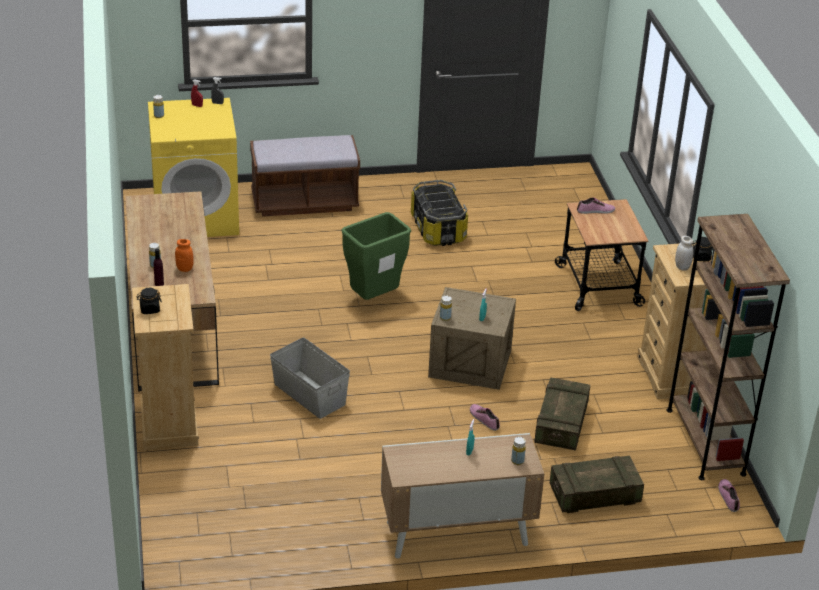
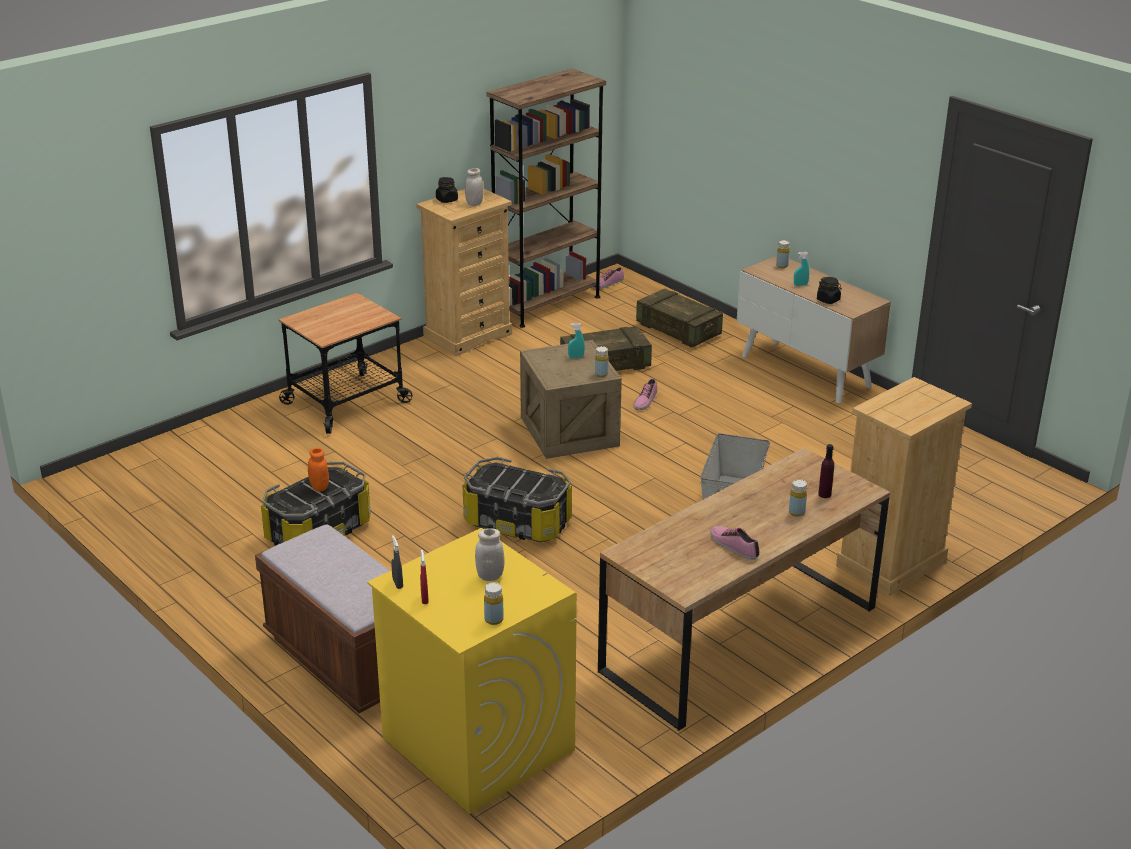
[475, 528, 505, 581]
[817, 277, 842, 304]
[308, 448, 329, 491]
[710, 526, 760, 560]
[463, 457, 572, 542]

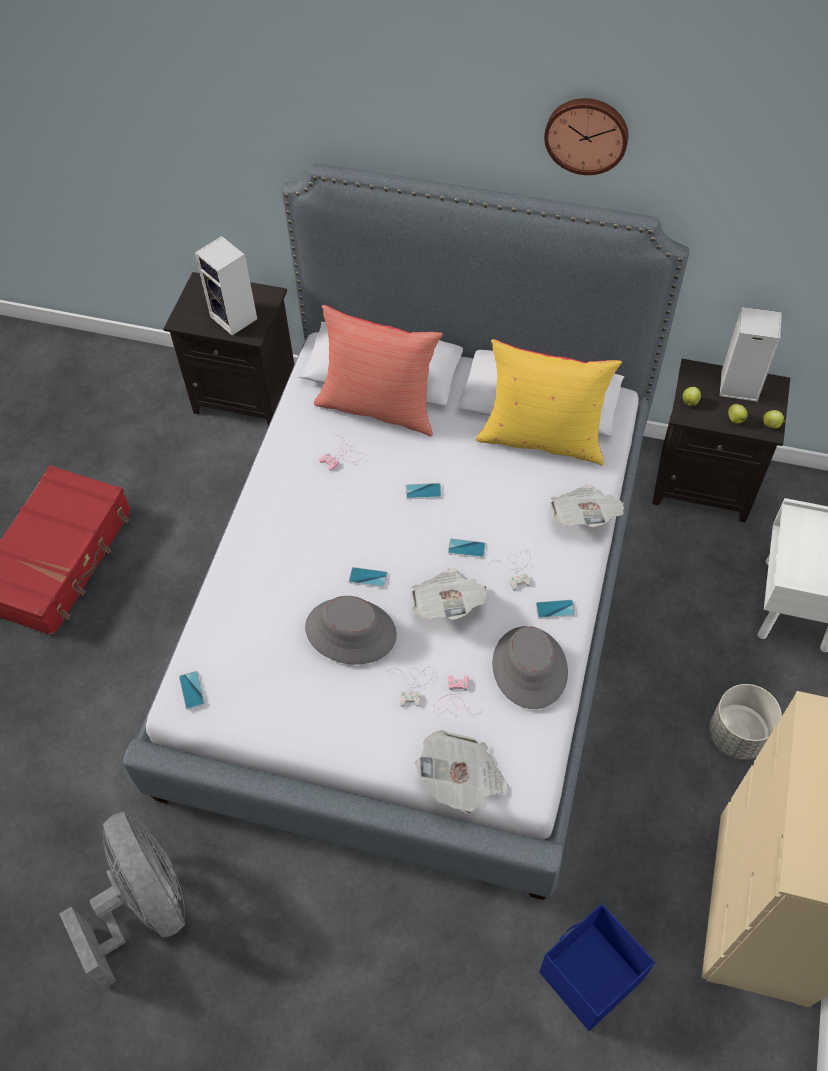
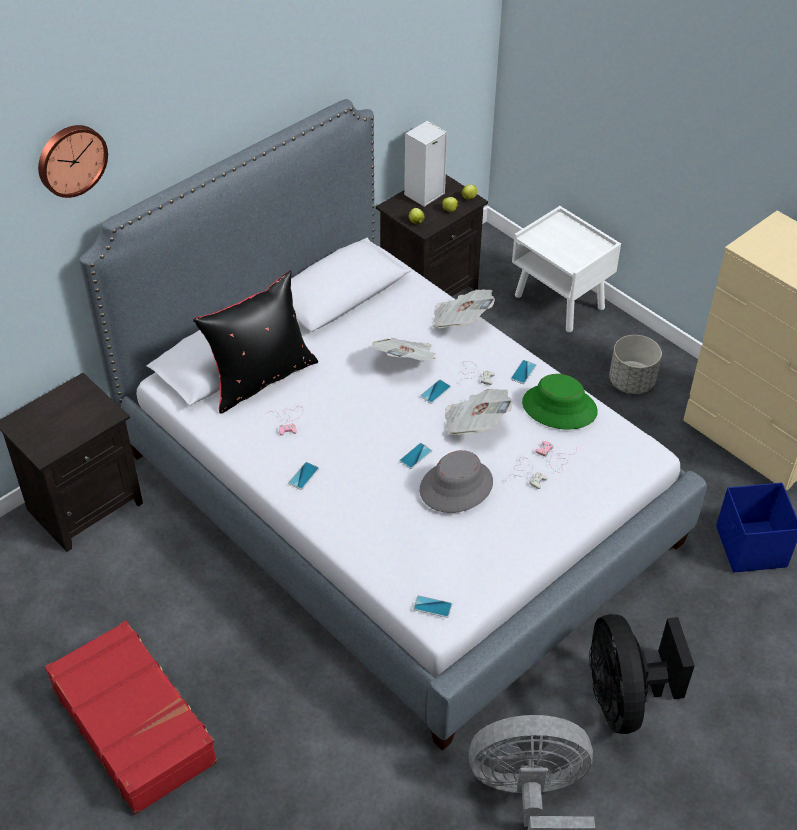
[195, 236, 257, 336] (first image)
[476, 339, 622, 466] (first image)
[589, 614, 695, 734]
[288, 462, 319, 490]
[372, 338, 436, 360]
[38, 125, 108, 198]
[193, 271, 318, 414]
[522, 374, 598, 430]

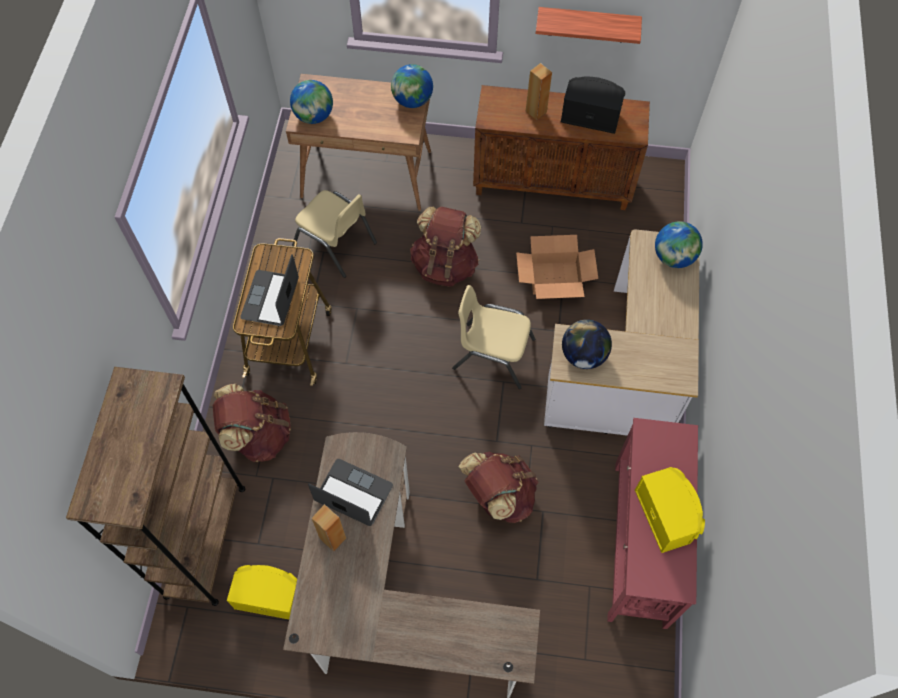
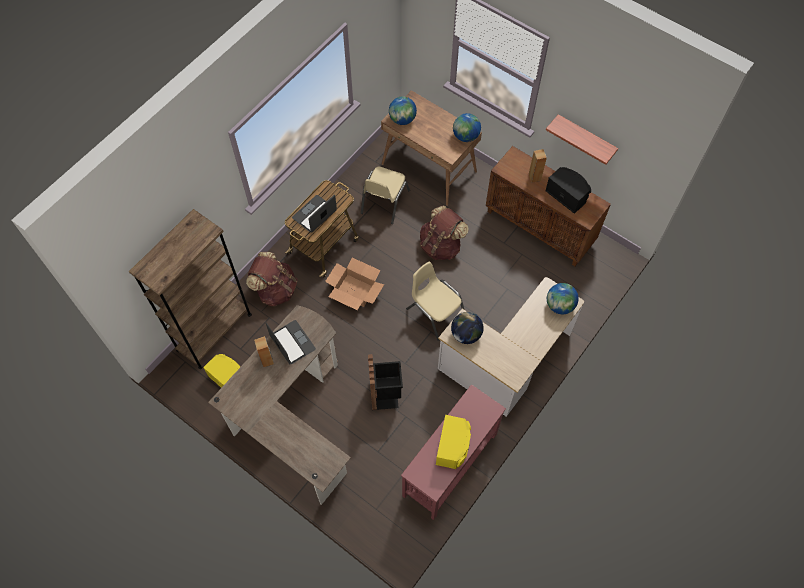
[325, 258, 384, 310]
[368, 354, 403, 410]
[361, 167, 410, 224]

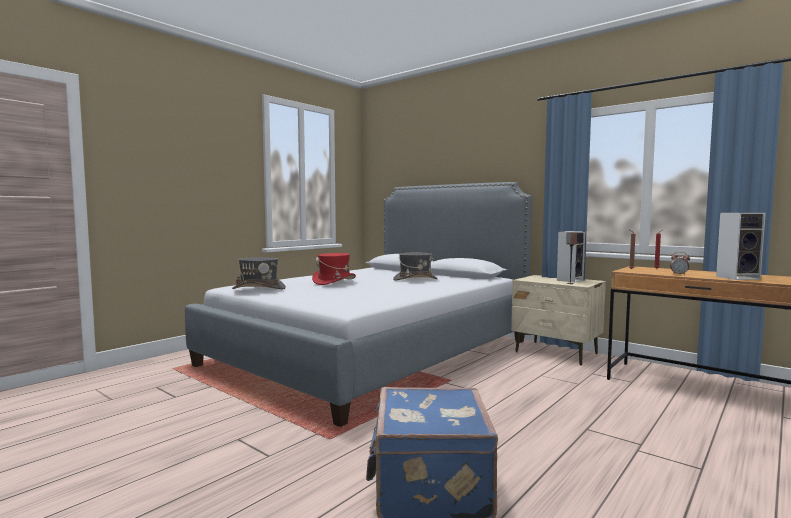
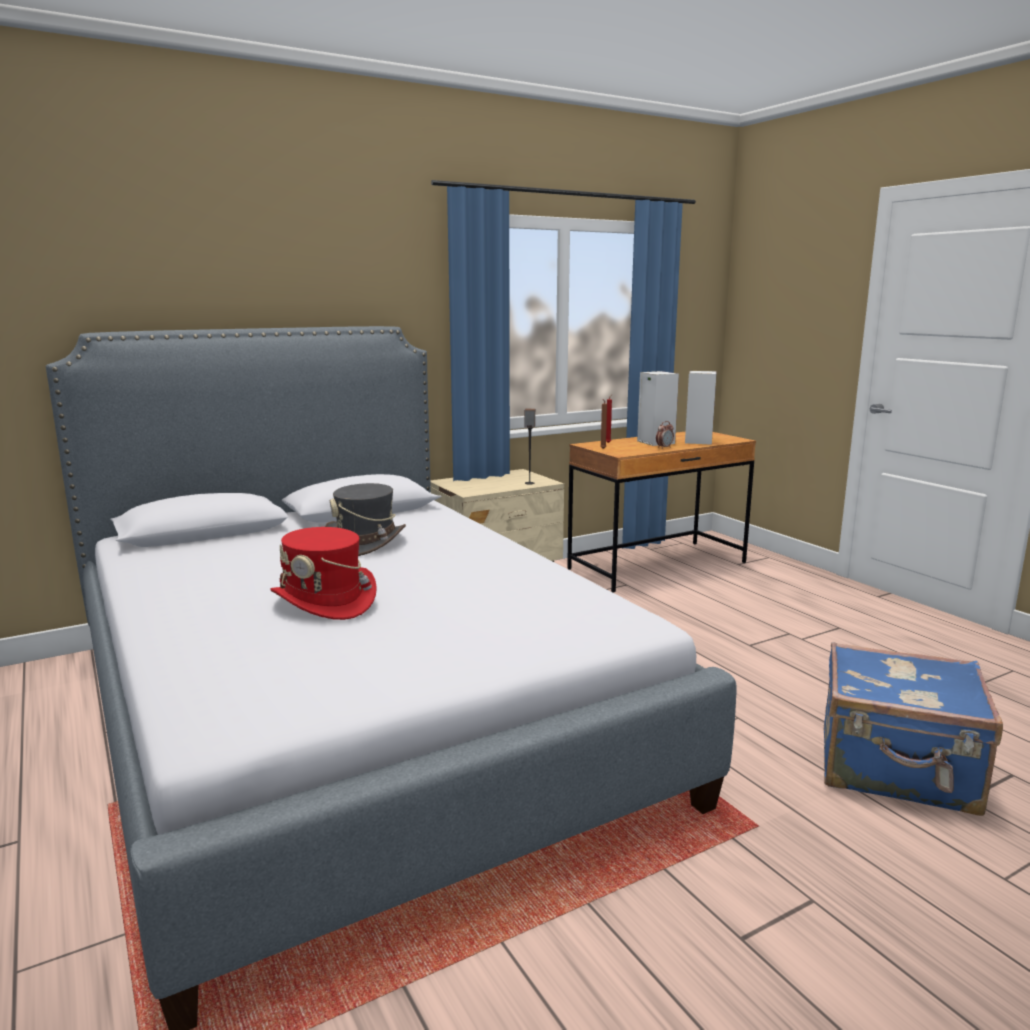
[232, 257, 286, 289] (first image)
[637, 371, 679, 446]

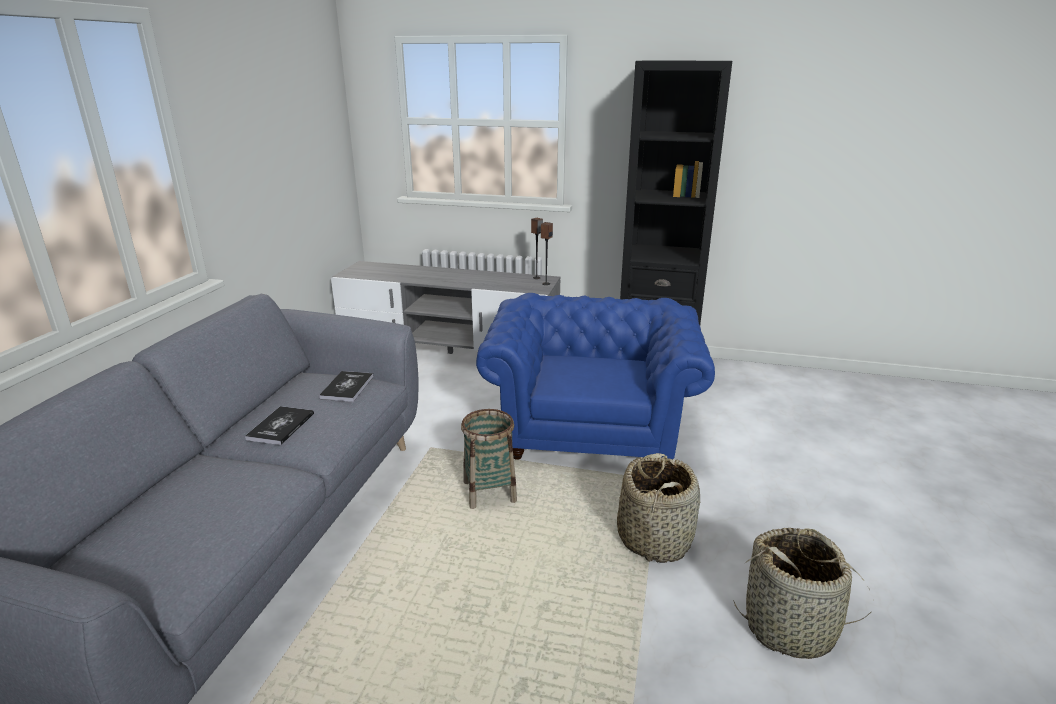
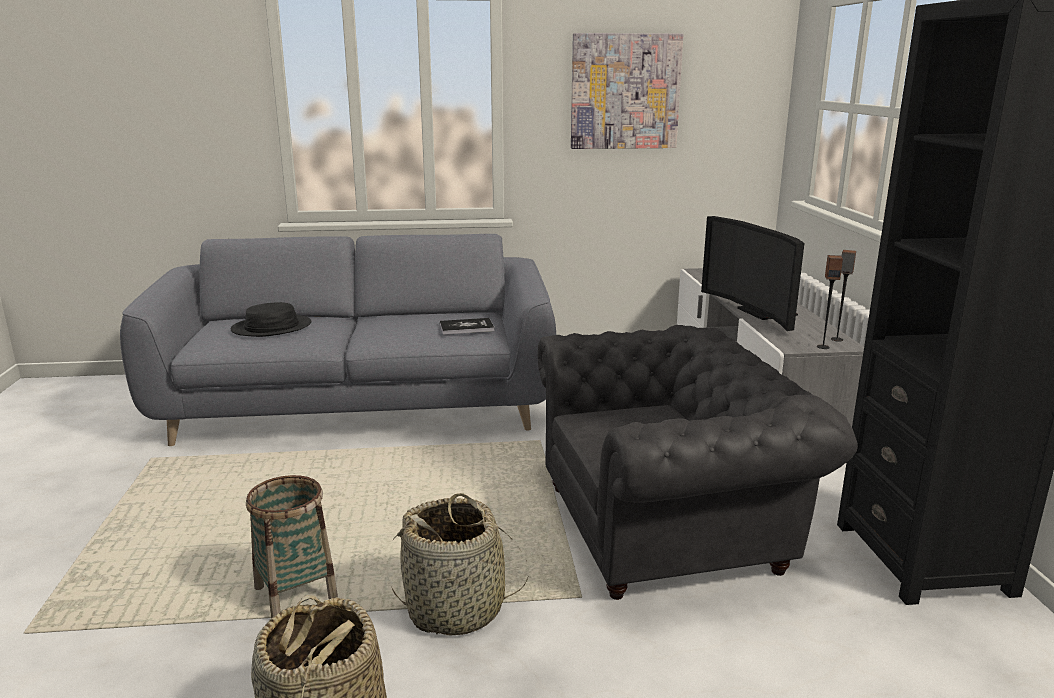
[245, 406, 314, 445] (first image)
[231, 302, 311, 337]
[571, 33, 684, 149]
[701, 216, 804, 331]
[246, 475, 338, 618]
[538, 325, 858, 600]

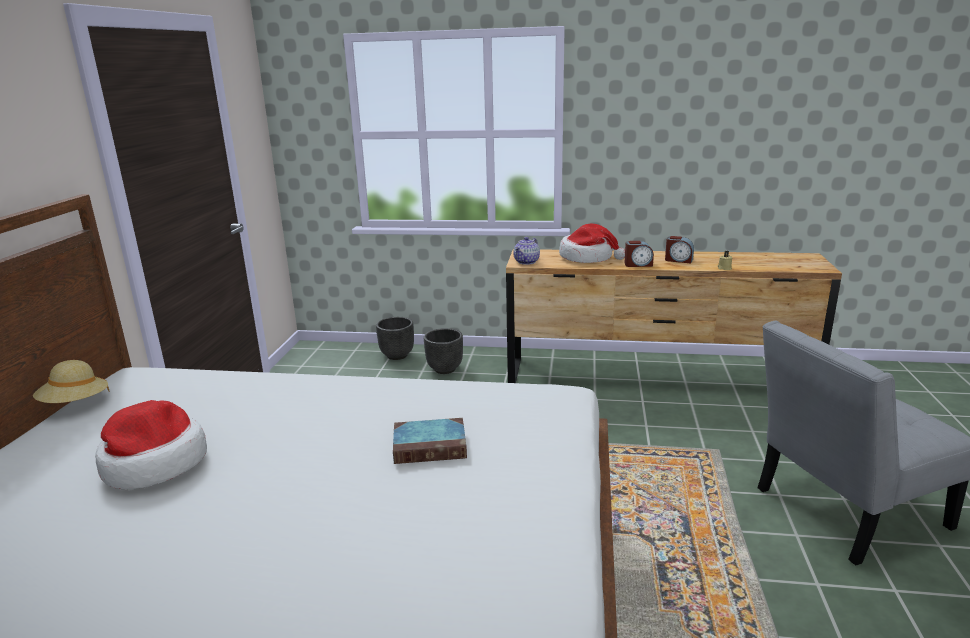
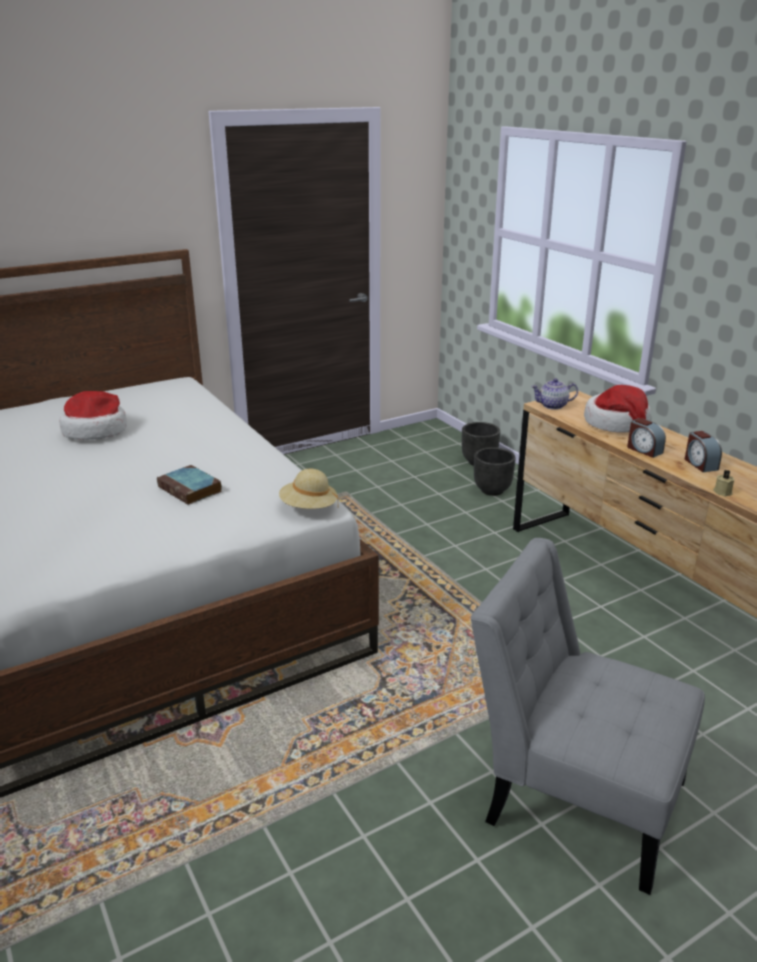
[279, 469, 338, 509]

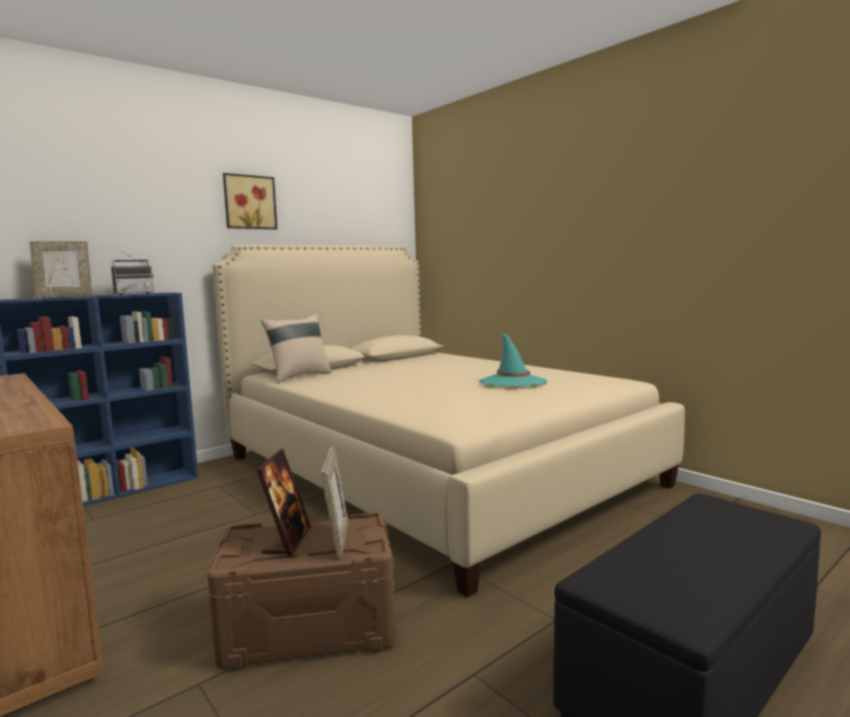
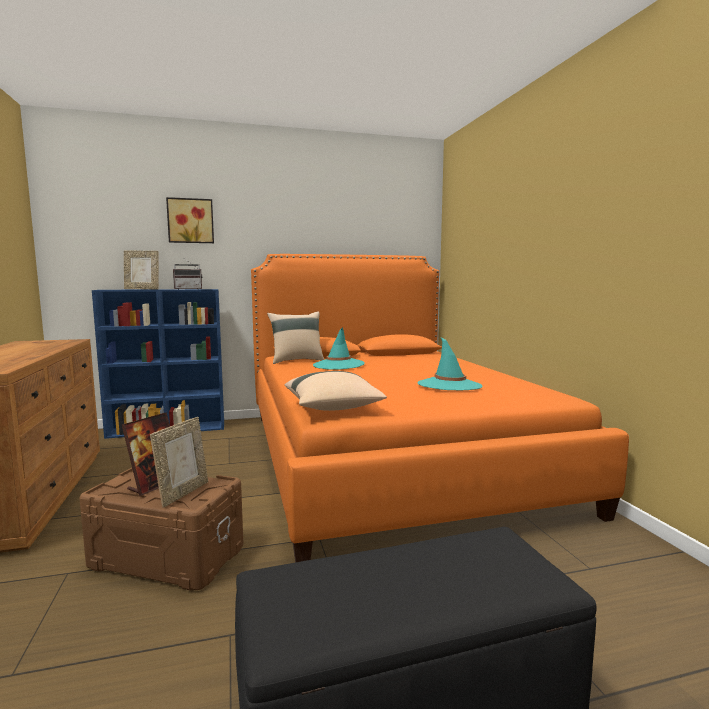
[285, 371, 387, 411]
[313, 328, 365, 370]
[166, 197, 214, 243]
[251, 254, 629, 562]

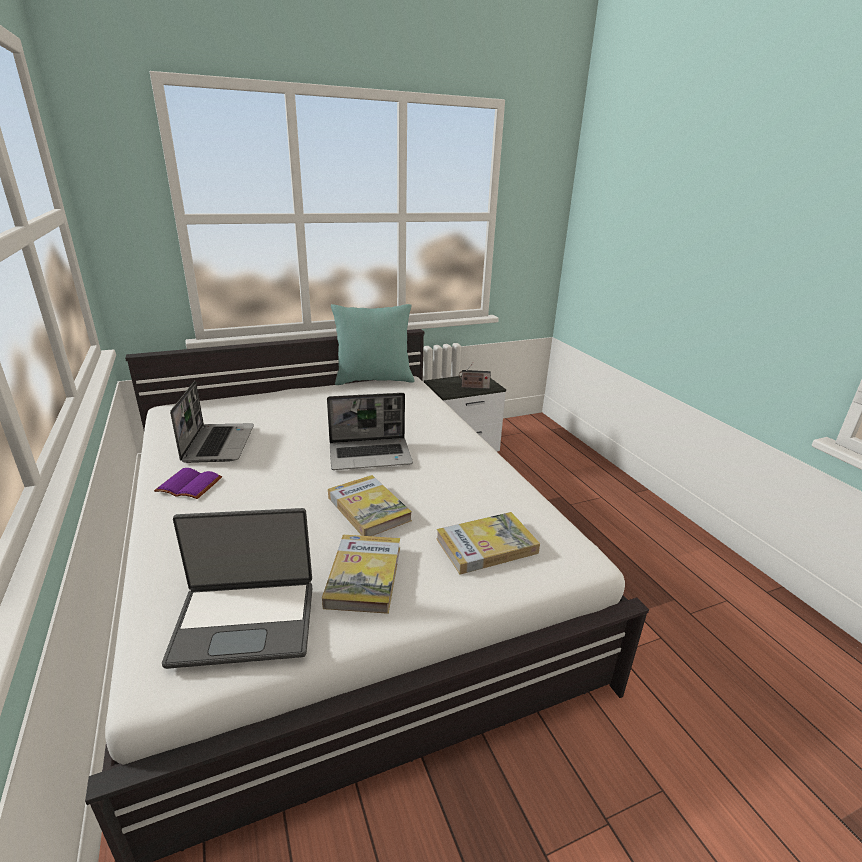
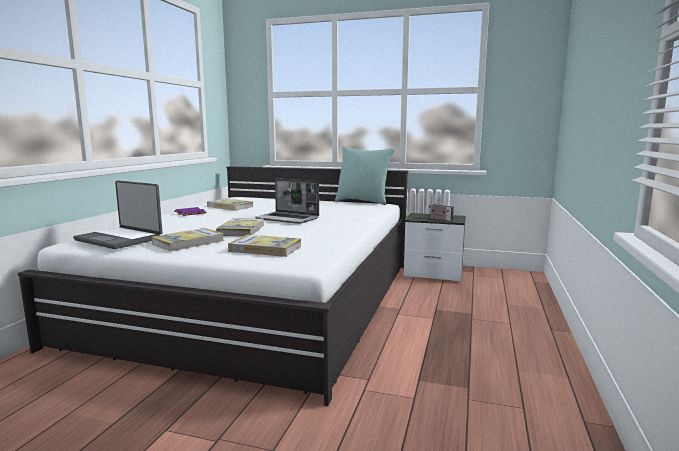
[207, 198, 253, 211]

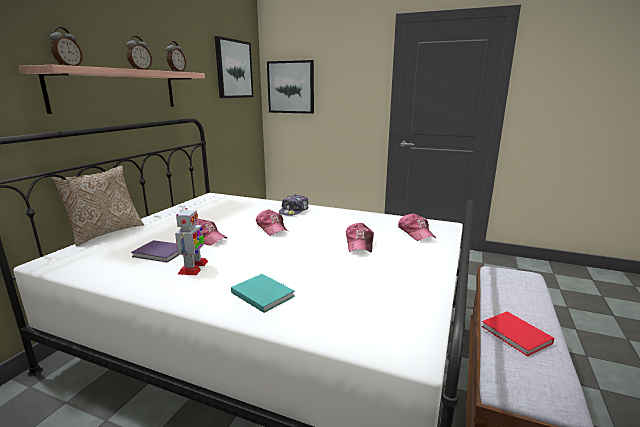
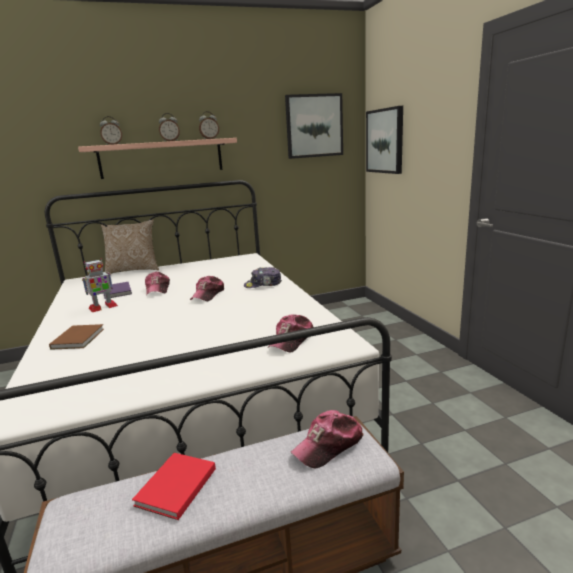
[290, 410, 364, 469]
[49, 324, 104, 350]

